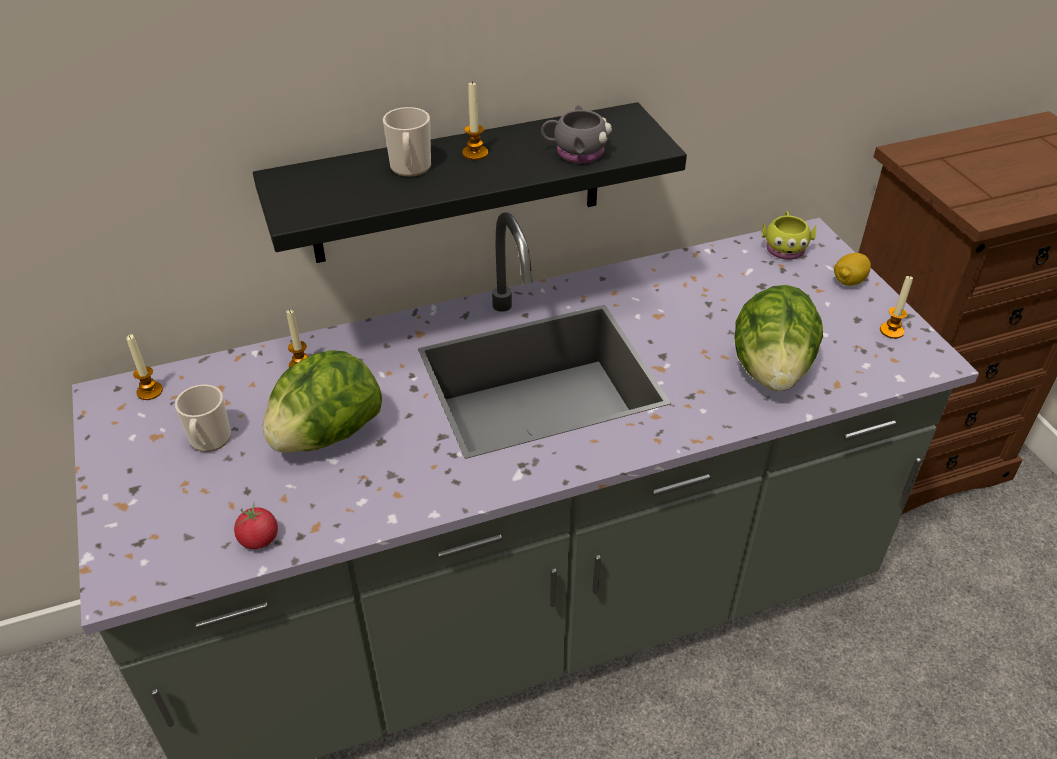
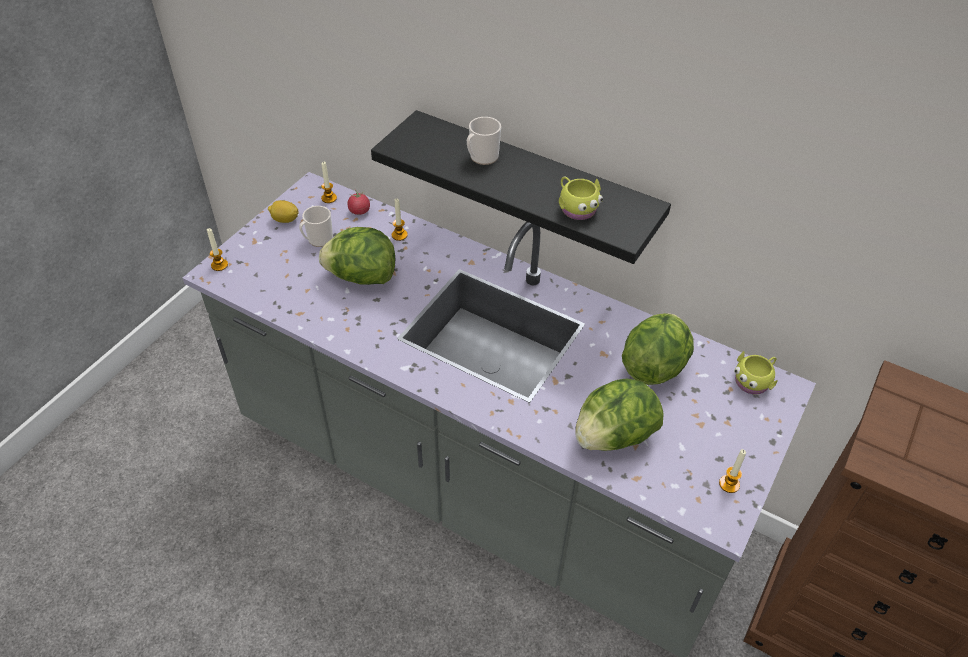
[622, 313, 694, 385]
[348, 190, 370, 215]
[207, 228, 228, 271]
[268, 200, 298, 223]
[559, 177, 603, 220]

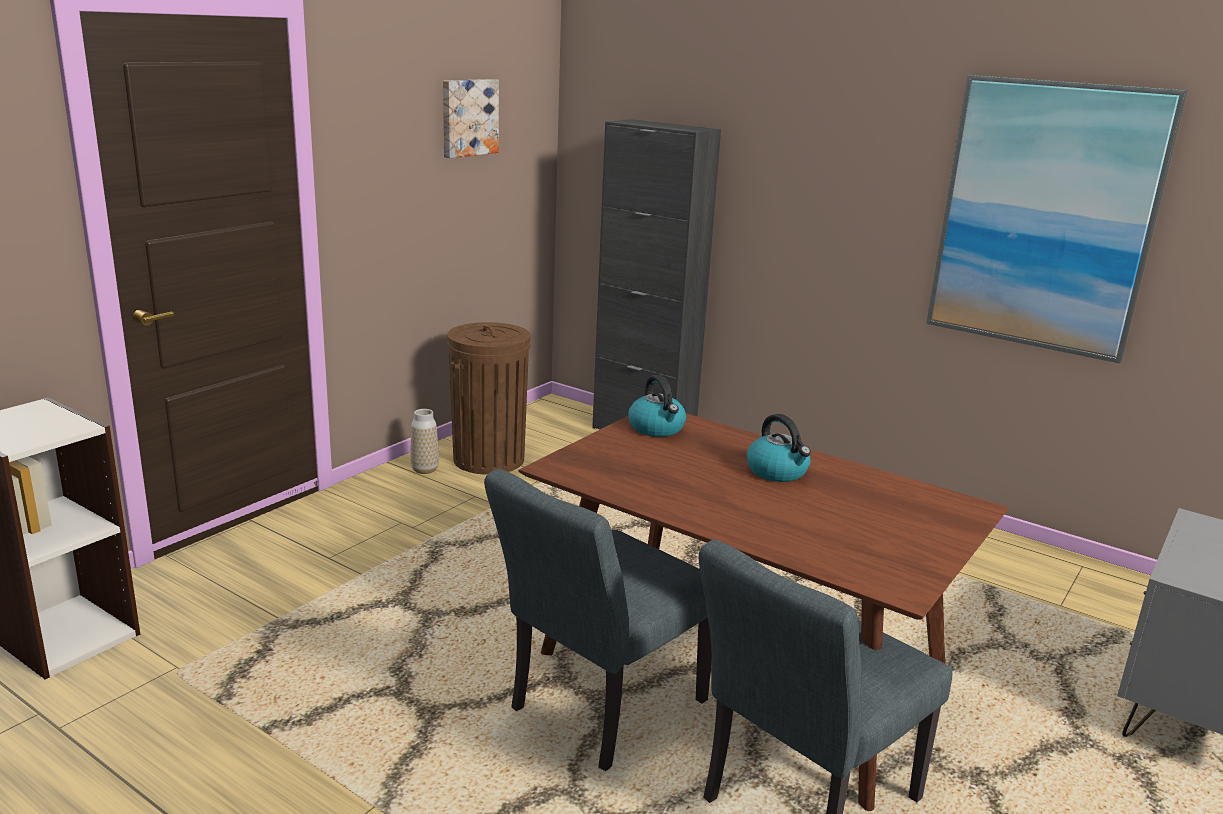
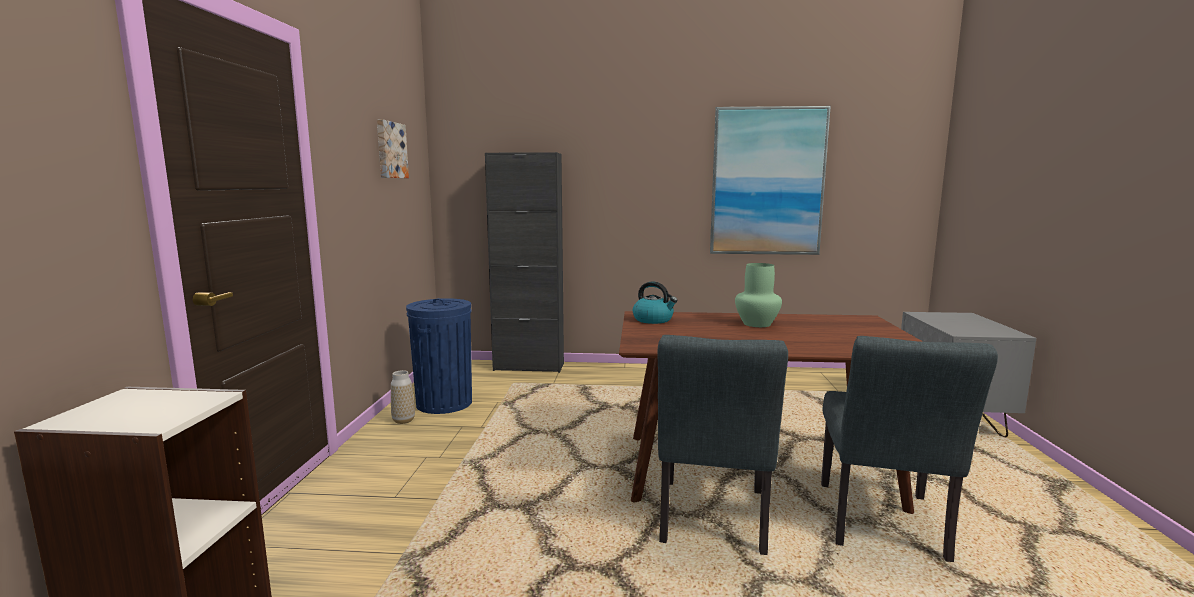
[735, 263, 782, 327]
[406, 298, 472, 414]

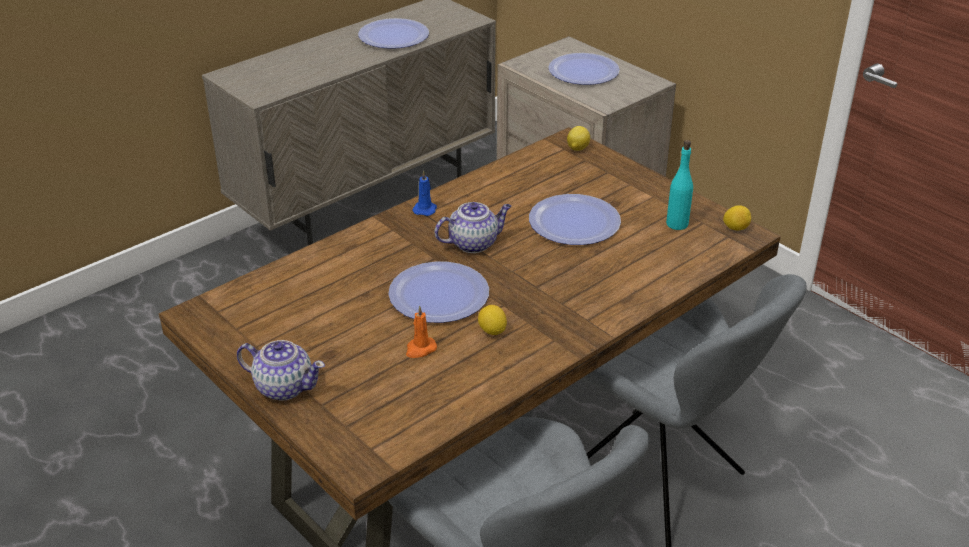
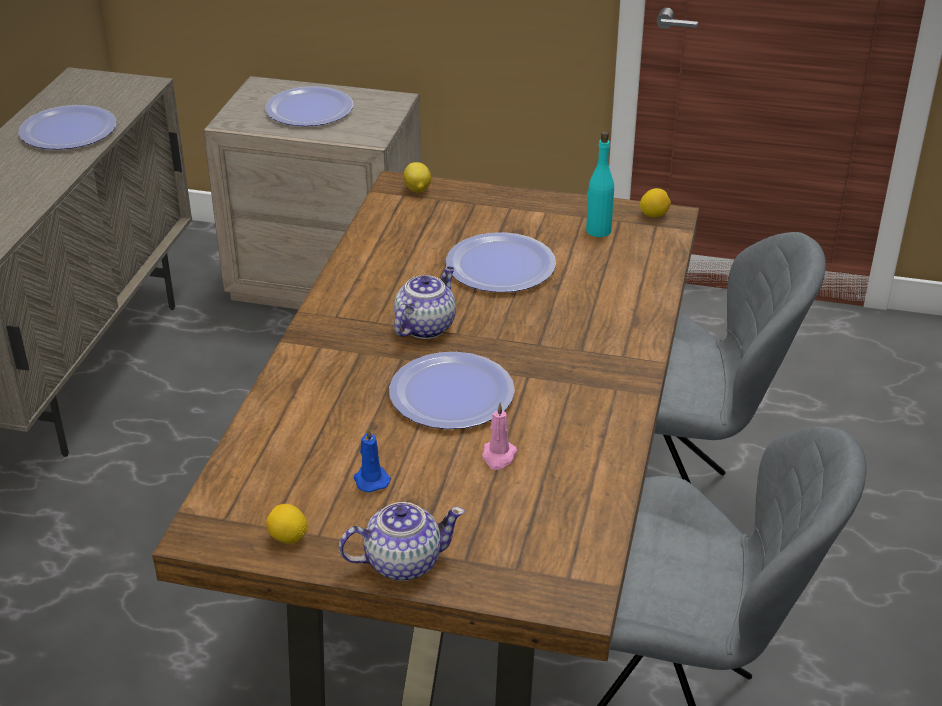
[354, 427, 391, 492]
[266, 504, 308, 543]
[482, 403, 518, 470]

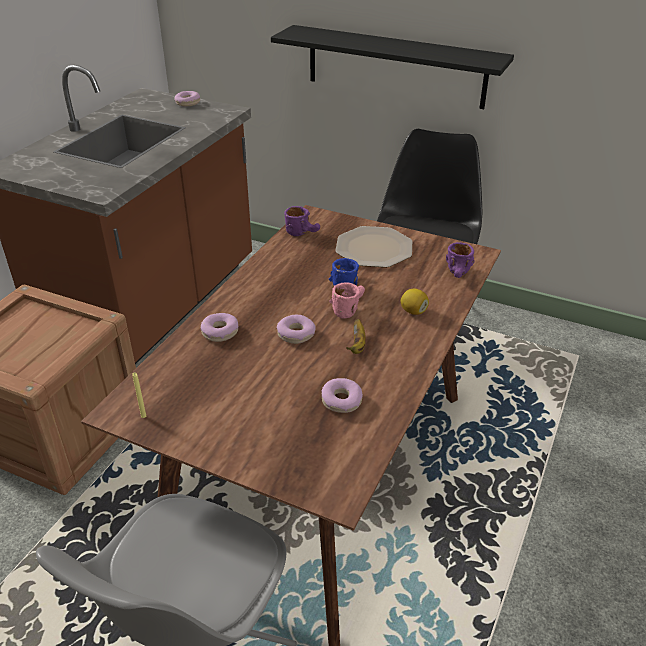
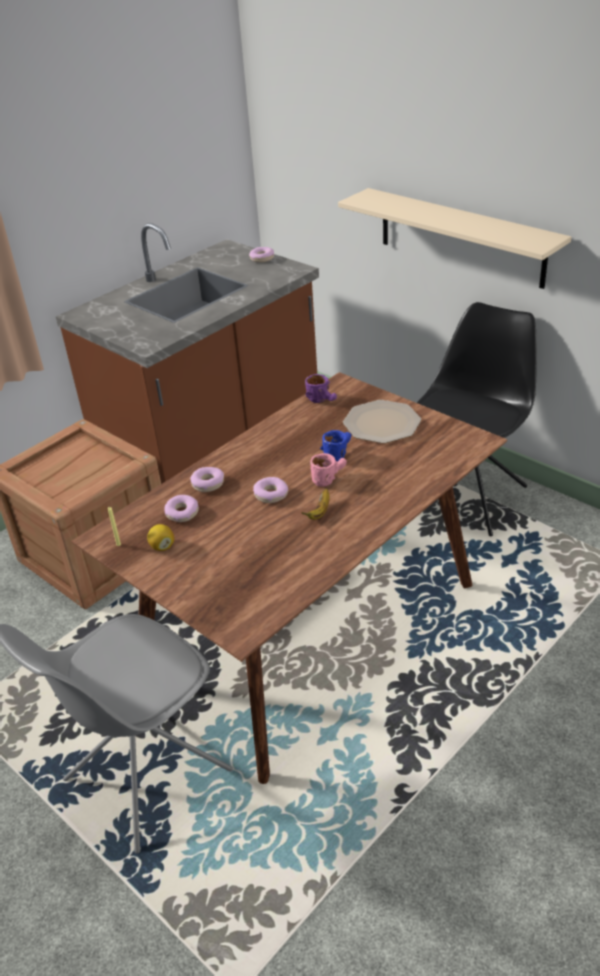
[446, 242, 475, 278] (first image)
[164, 495, 199, 522]
[147, 524, 174, 551]
[338, 188, 572, 289]

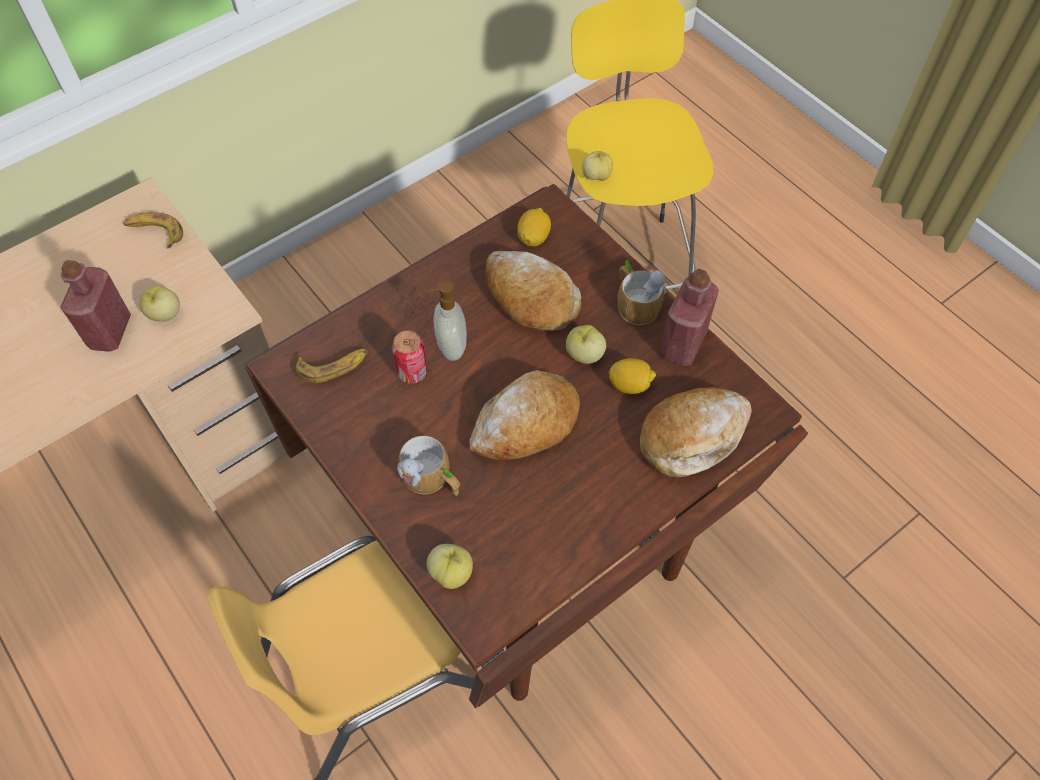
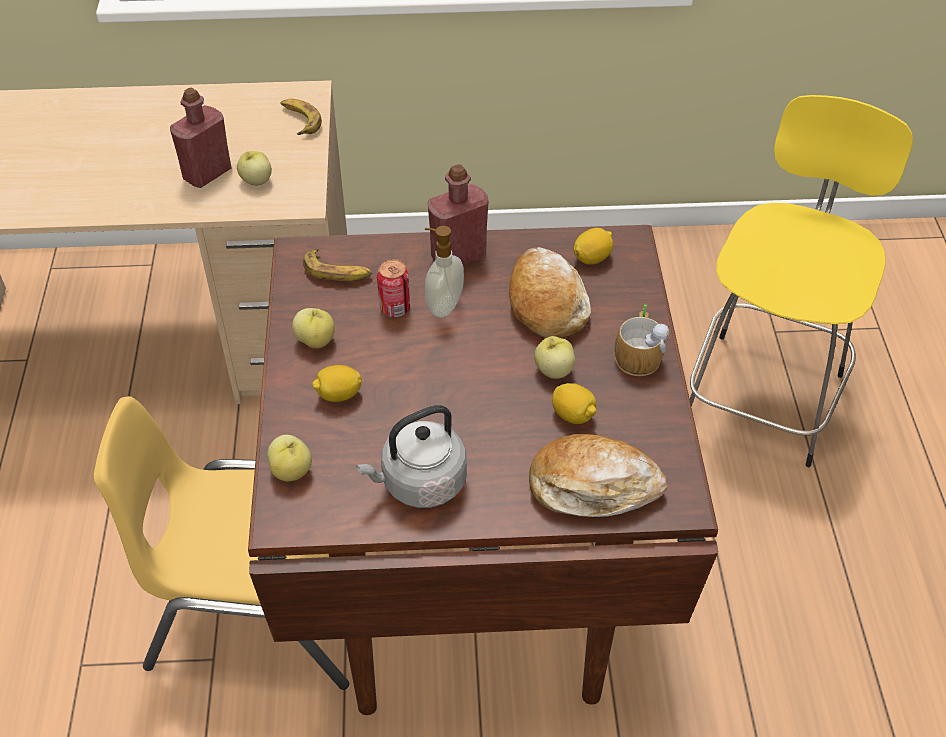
[469, 370, 580, 460] (first image)
[356, 405, 467, 508]
[292, 308, 335, 349]
[428, 164, 489, 264]
[312, 365, 362, 402]

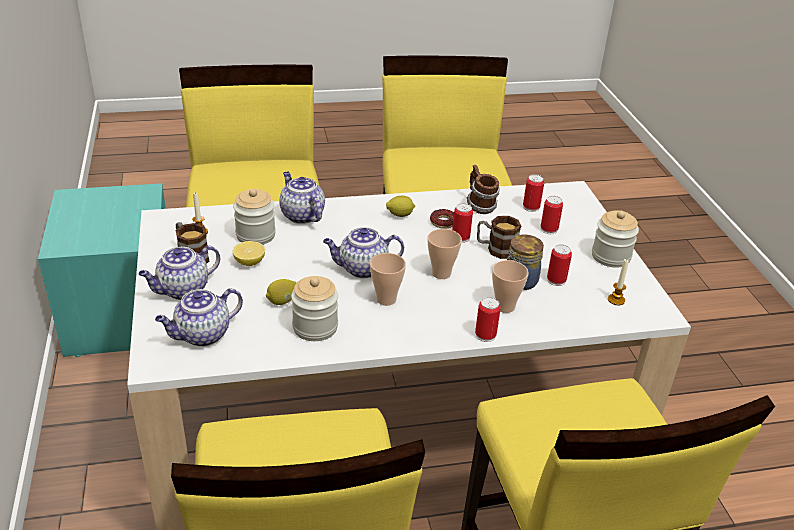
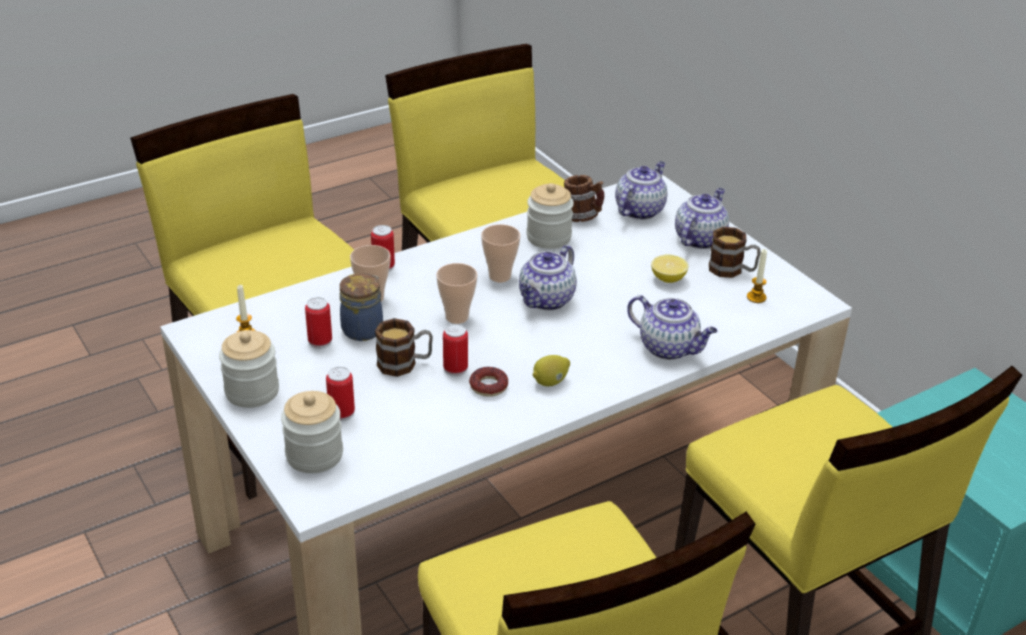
[266, 279, 297, 305] (first image)
[523, 174, 544, 212] (first image)
[281, 391, 343, 473]
[564, 175, 604, 222]
[519, 245, 577, 311]

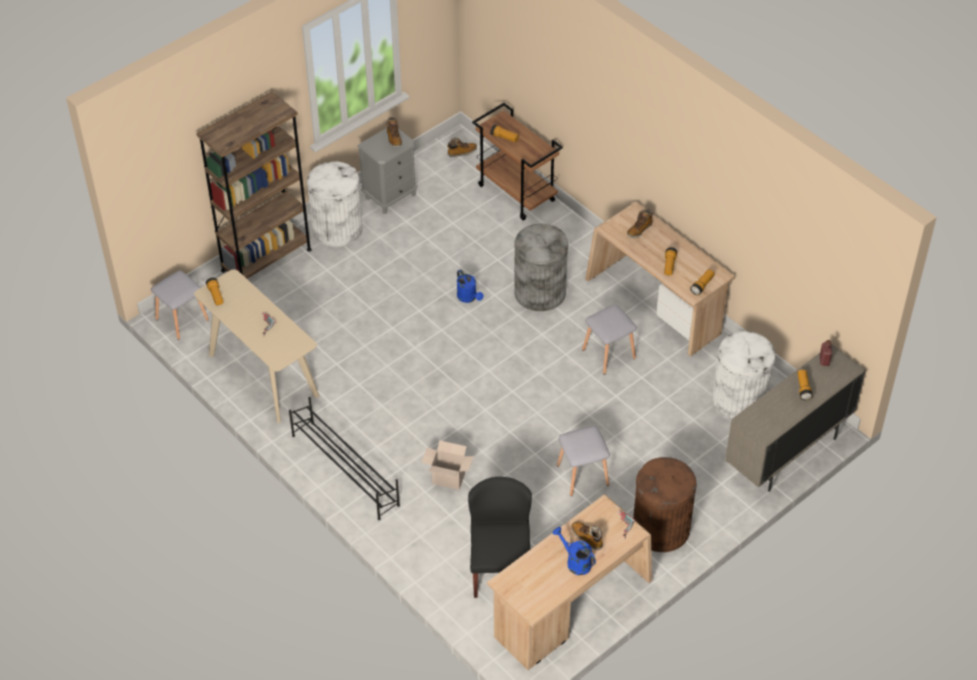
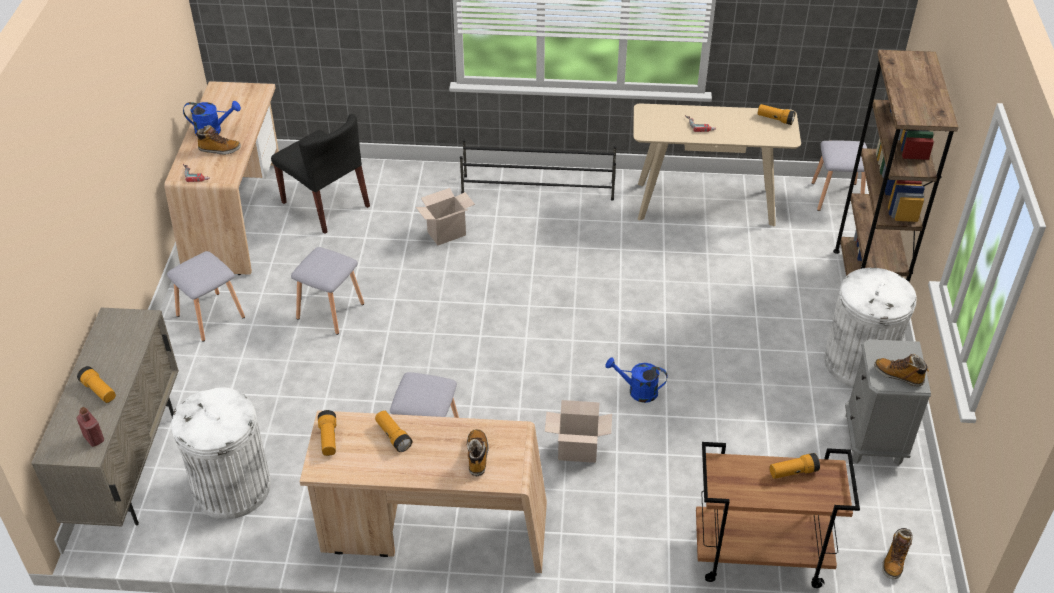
[545, 400, 612, 463]
[167, 251, 245, 341]

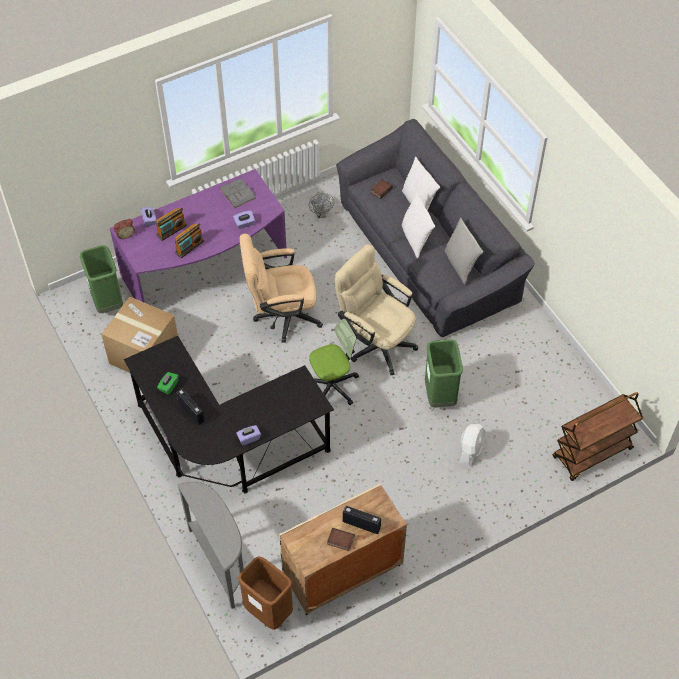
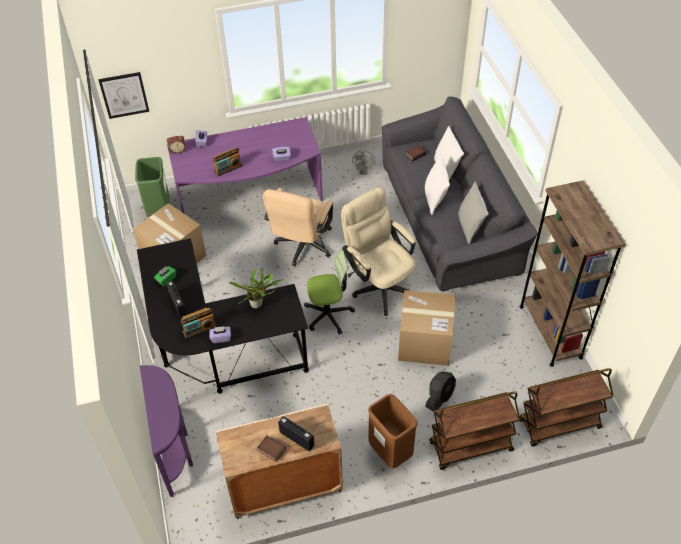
[219, 178, 256, 208] (first image)
[98, 72, 149, 119]
[229, 268, 282, 309]
[429, 391, 520, 470]
[519, 181, 625, 367]
[181, 308, 217, 339]
[368, 394, 418, 468]
[398, 290, 455, 366]
[140, 365, 193, 497]
[425, 371, 456, 412]
[263, 188, 333, 266]

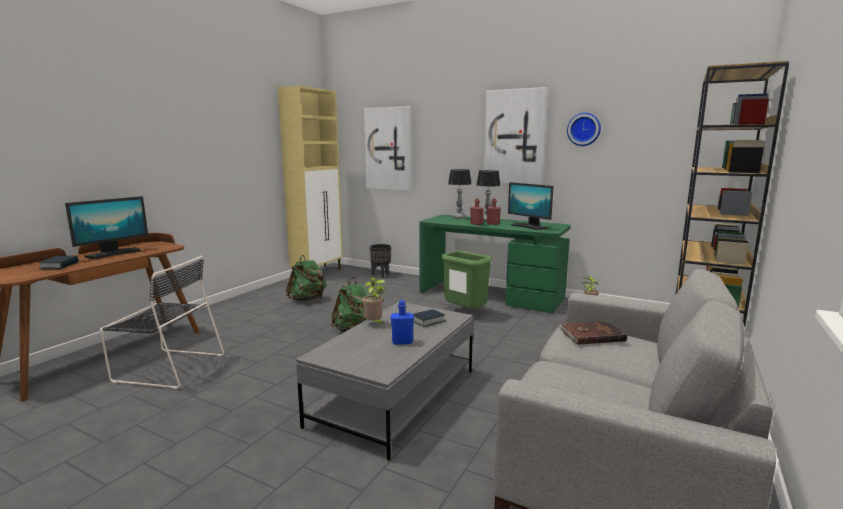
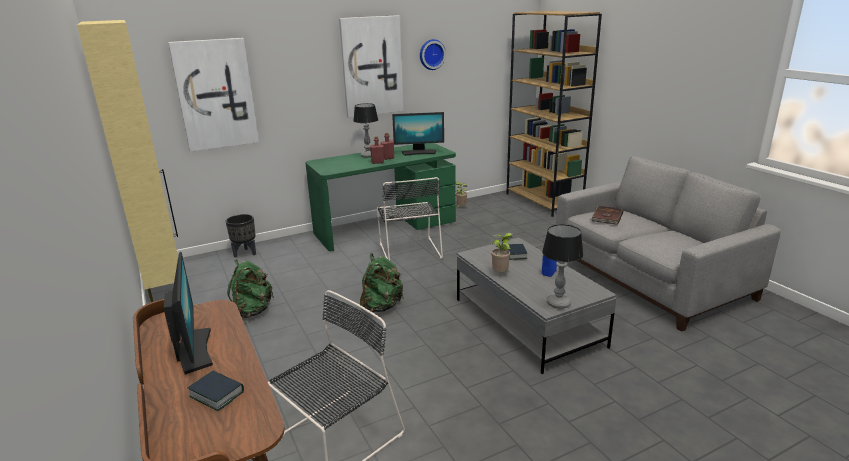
[542, 224, 583, 309]
[377, 177, 443, 261]

